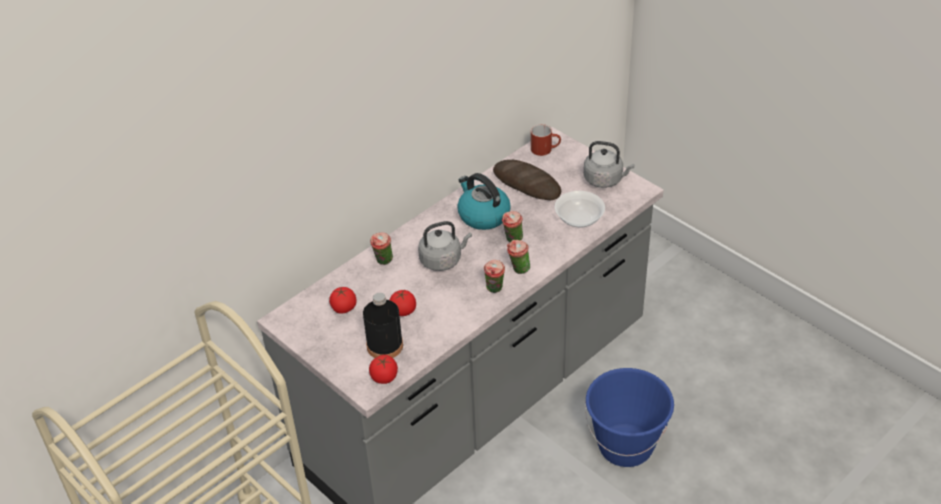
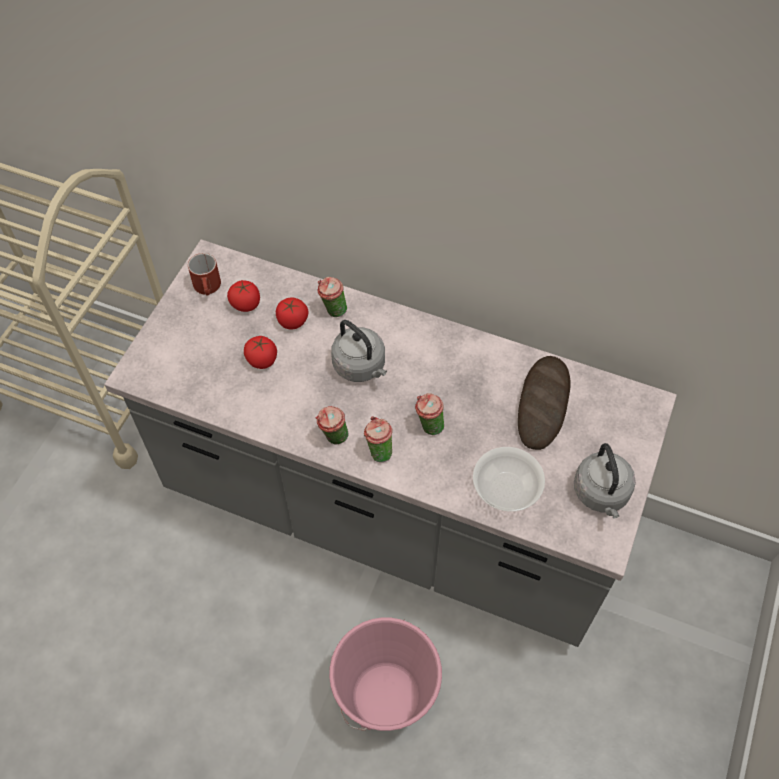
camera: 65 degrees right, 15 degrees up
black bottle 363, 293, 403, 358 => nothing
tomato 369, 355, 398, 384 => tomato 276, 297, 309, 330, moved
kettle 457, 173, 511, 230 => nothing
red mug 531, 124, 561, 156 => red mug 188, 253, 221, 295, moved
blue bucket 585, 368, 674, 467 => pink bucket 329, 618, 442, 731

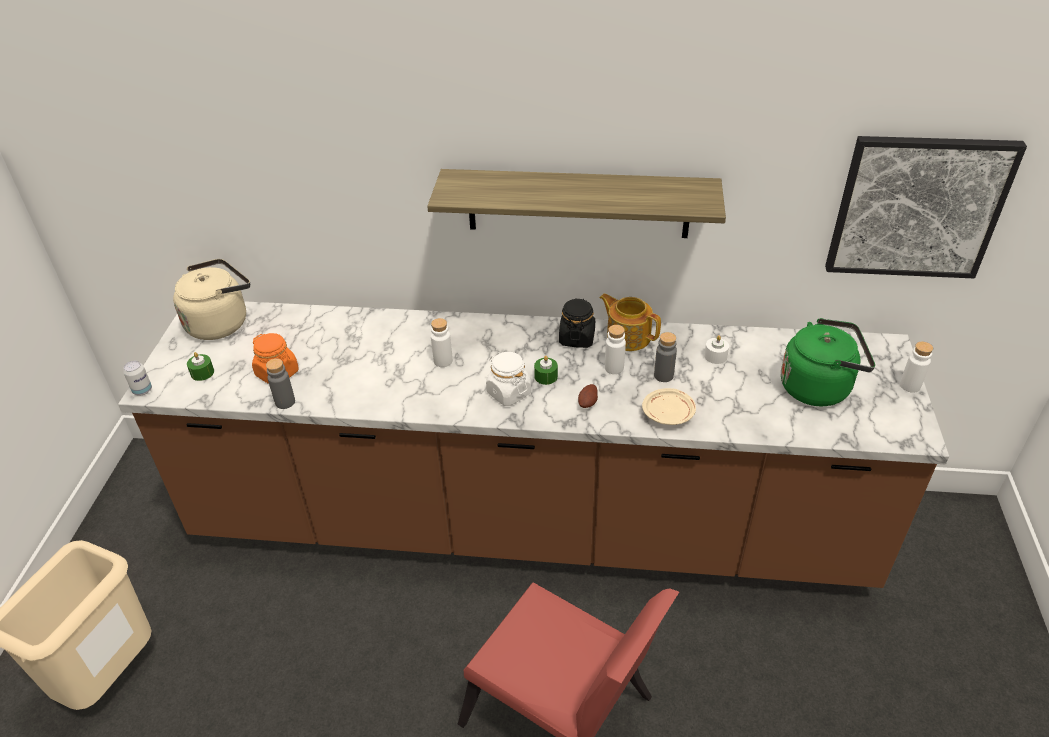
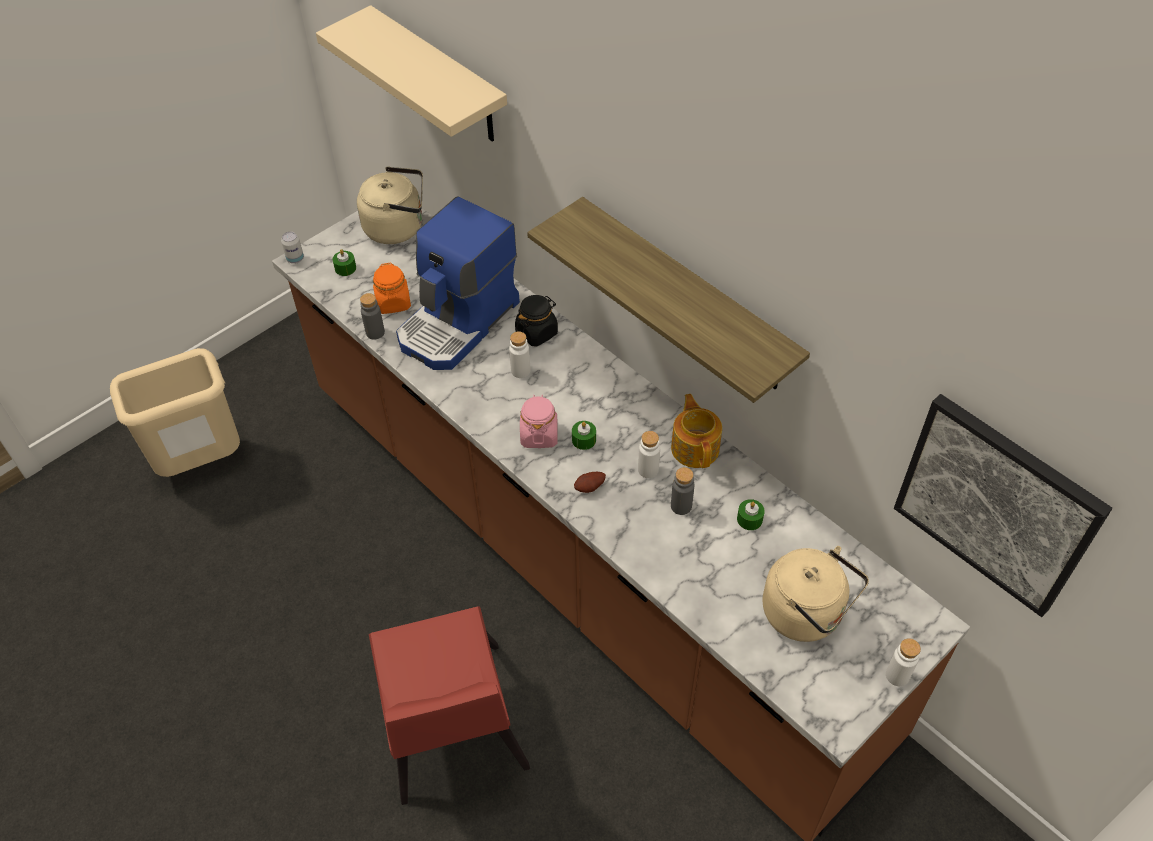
camera: 40 degrees right, 10 degrees up
white jar 486, 352, 531, 406 => pink jar 520, 395, 557, 448
black jar 559, 298, 595, 348 => black jar 515, 295, 558, 346, moved
beige plate 642, 388, 696, 425 => nothing
white candle 704, 335, 729, 364 => green candle 737, 499, 765, 530
green kettle 781, 318, 875, 406 => beige kettle 763, 546, 869, 642
nothing => beige shelf 316, 5, 507, 142
nothing => coffee machine 396, 196, 520, 370

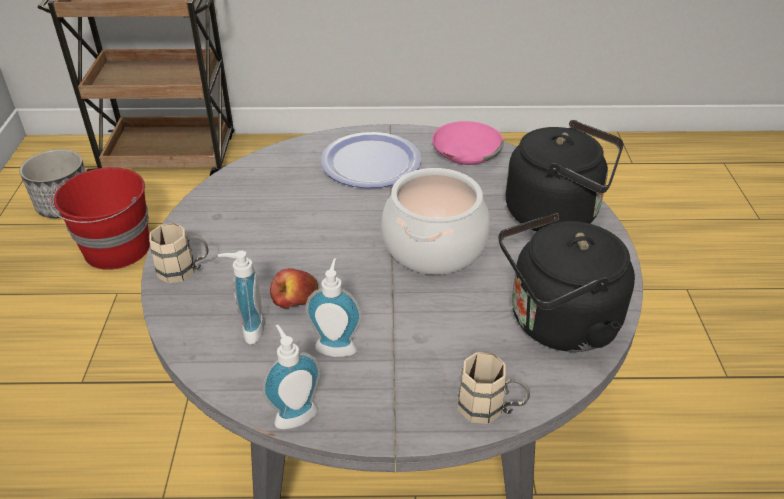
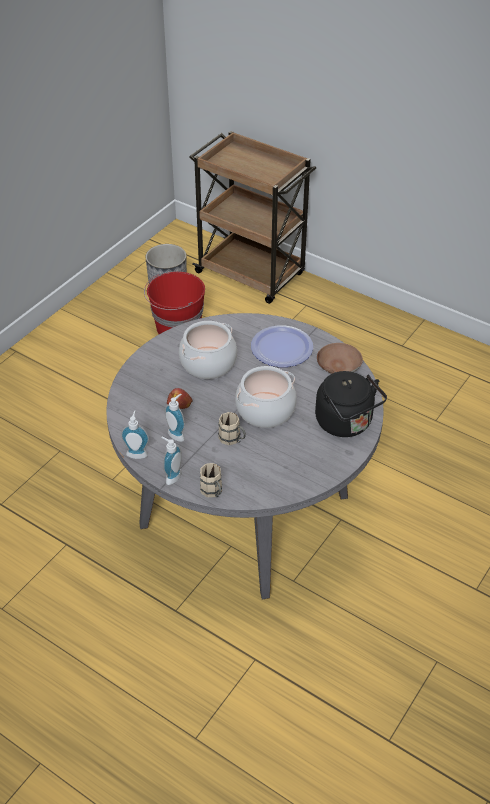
camera: 35 degrees right, 5 degrees up
beige mug 149, 223, 208, 283 => beige mug 218, 412, 246, 445, moved
soap dispenser 218, 251, 264, 344 => soap dispenser 161, 437, 182, 485, moved
pink bowl 432, 121, 504, 165 => brown bowl 317, 343, 363, 374
black kettle 499, 213, 635, 352 => nothing
nothing => cooking pot 179, 321, 237, 379

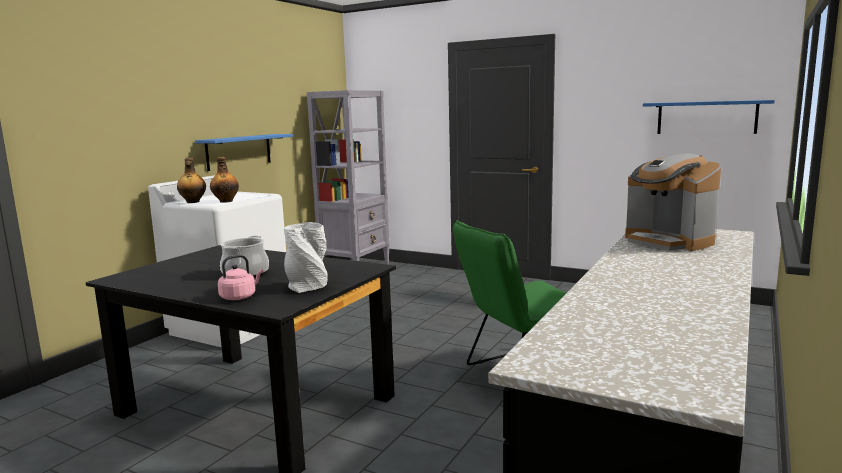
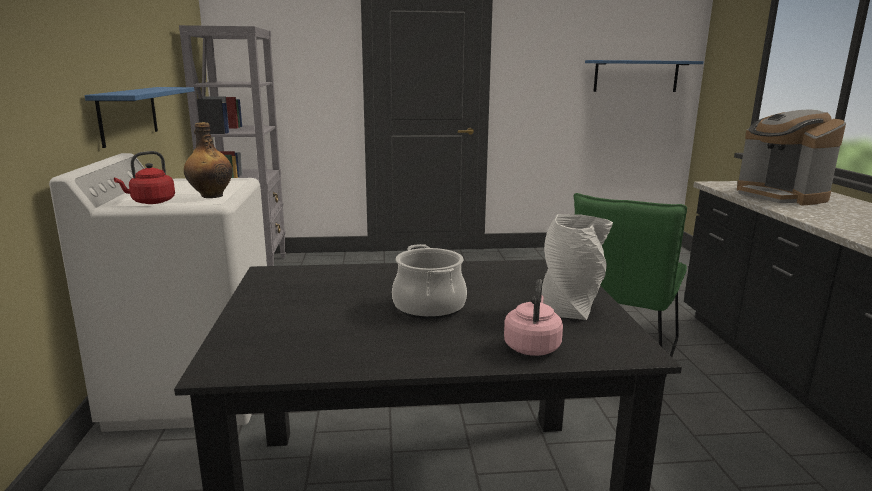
camera: 35 degrees left, 5 degrees up
bottle 177, 158, 206, 203 => red kettle 114, 151, 175, 204
coffee machine 625, 153, 721, 251 => coffee machine 737, 110, 846, 205, 45 degrees clockwise

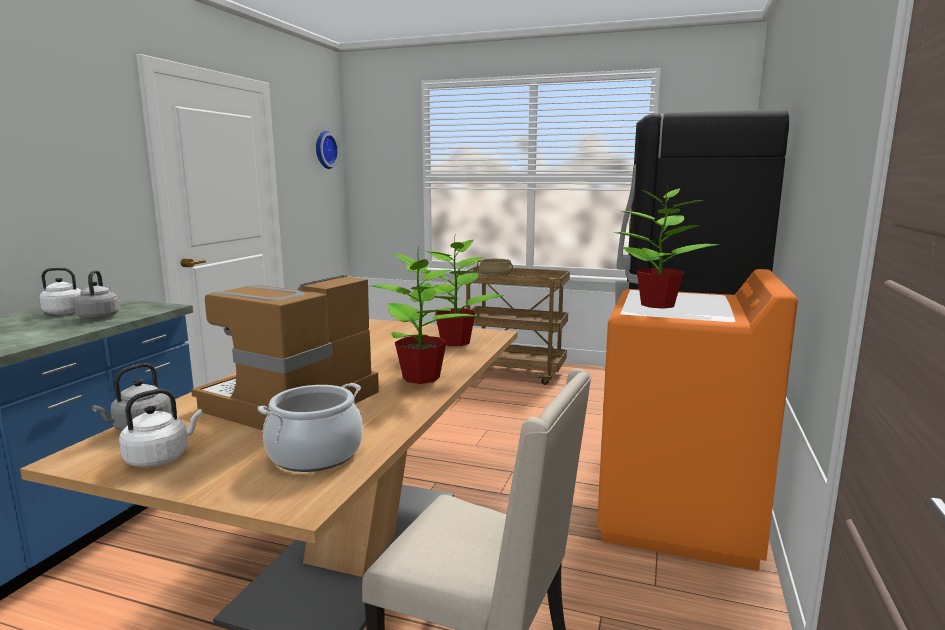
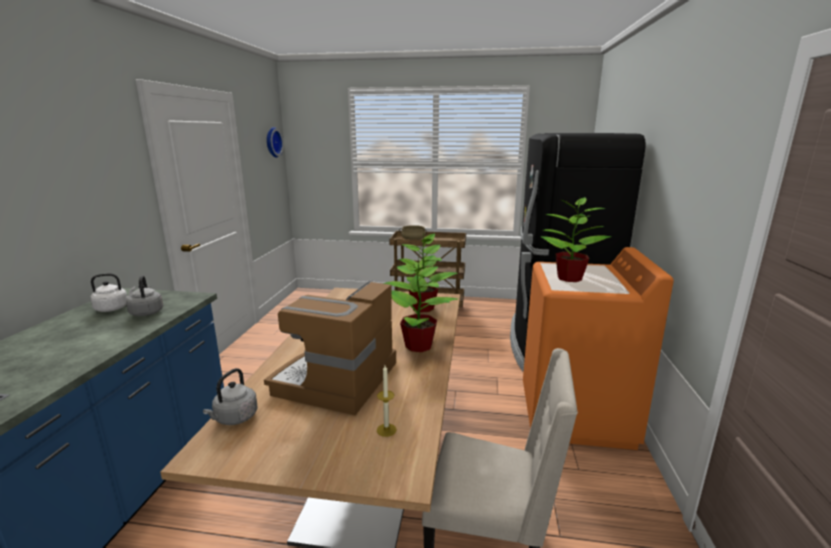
camera: 10 degrees left, 5 degrees up
white kettle 119, 389, 202, 467 => nothing
cooking pot 258, 383, 363, 472 => candle 377, 366, 397, 437

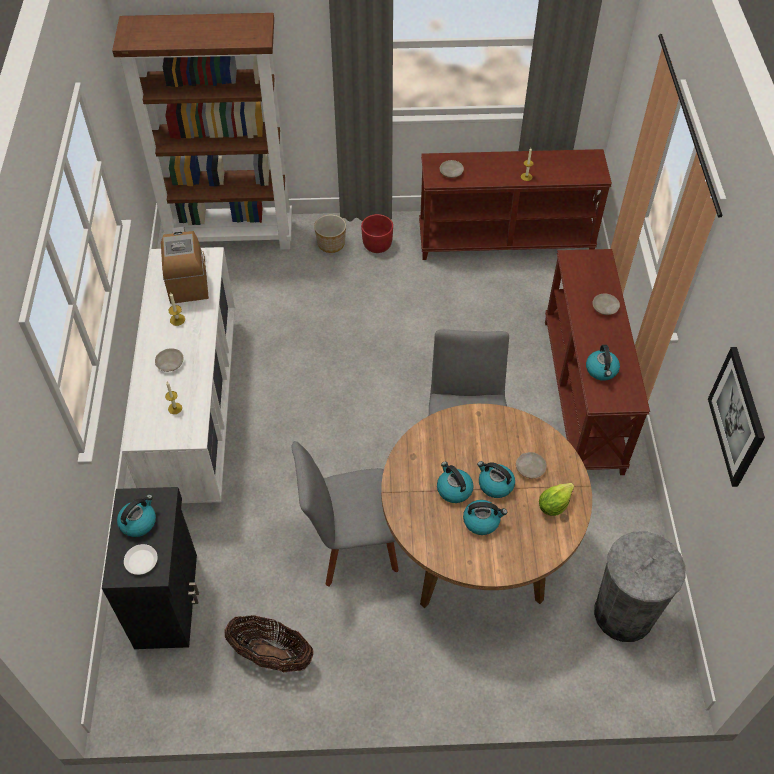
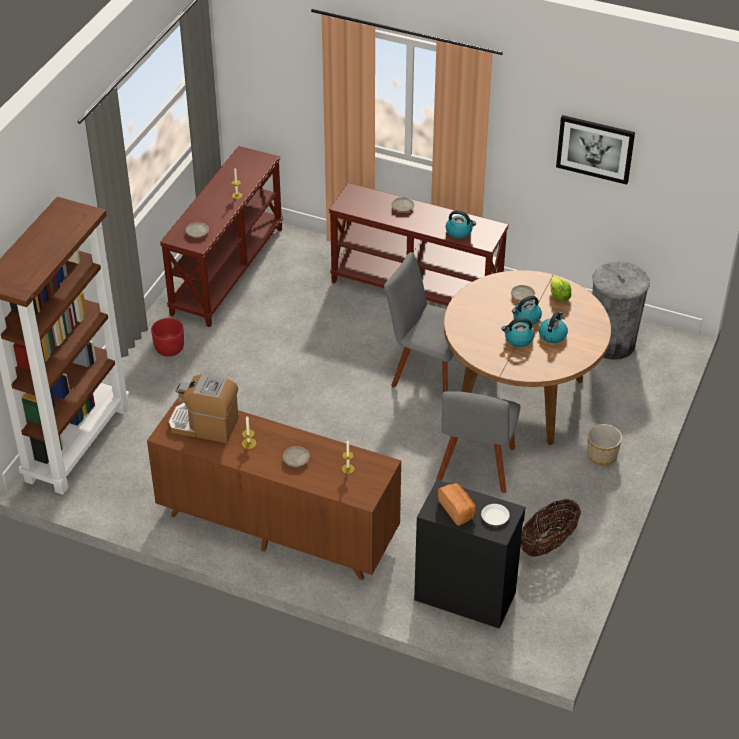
camera: 65 degrees left, 10 degrees down
kettle 117, 494, 156, 537 => bread 438, 483, 476, 526
white dresser 122, 247, 235, 503 => brown dresser 147, 397, 401, 580
planter 314, 215, 346, 253 => planter 588, 424, 622, 465, moved

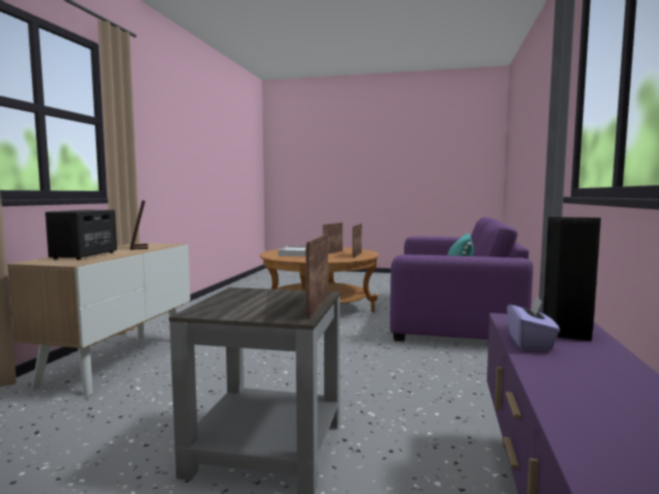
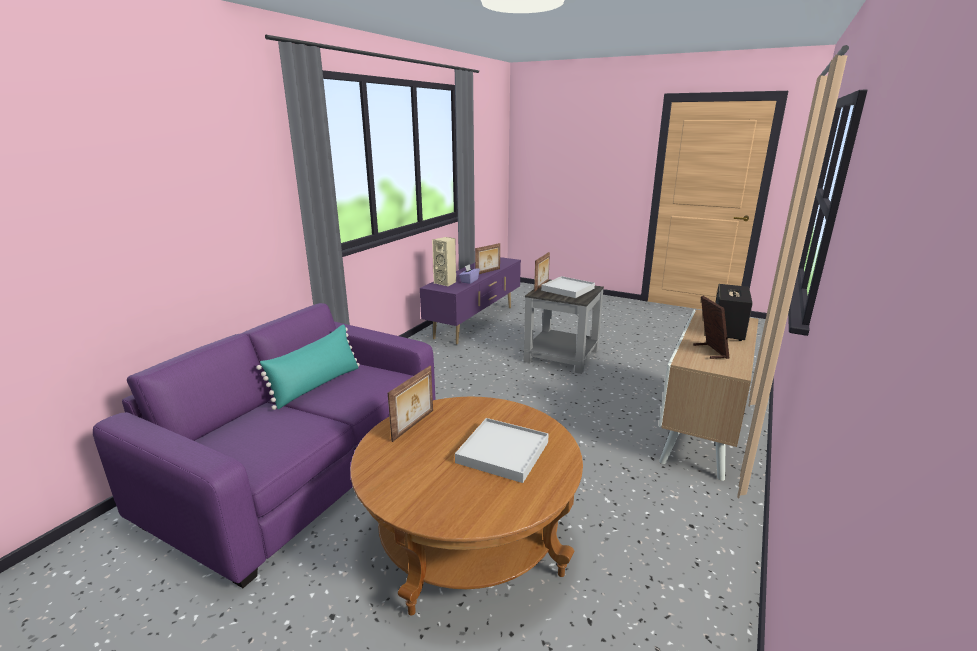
camera: 165 degrees left, 15 degrees up
picture frame 323, 223, 343, 254 => picture frame 475, 243, 500, 274, moved
black speaker 543, 217, 601, 341 => beige speaker 432, 237, 456, 287
nothing => white tray 541, 276, 595, 298

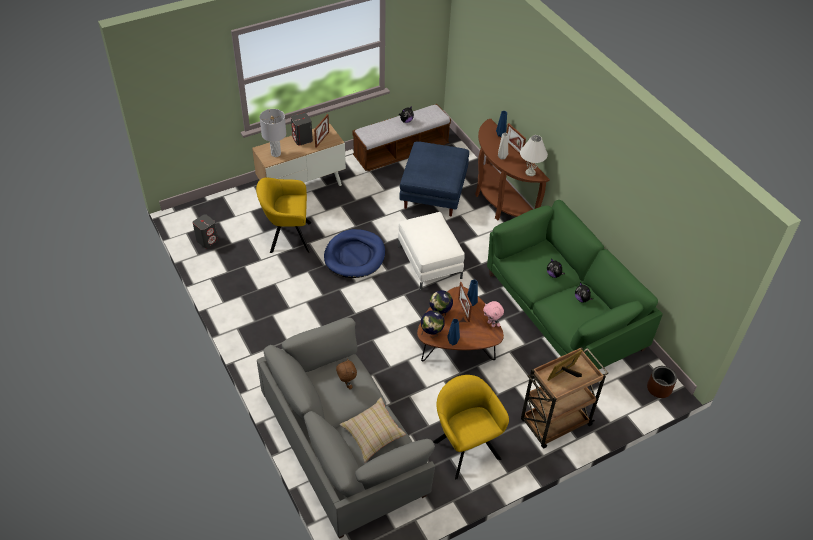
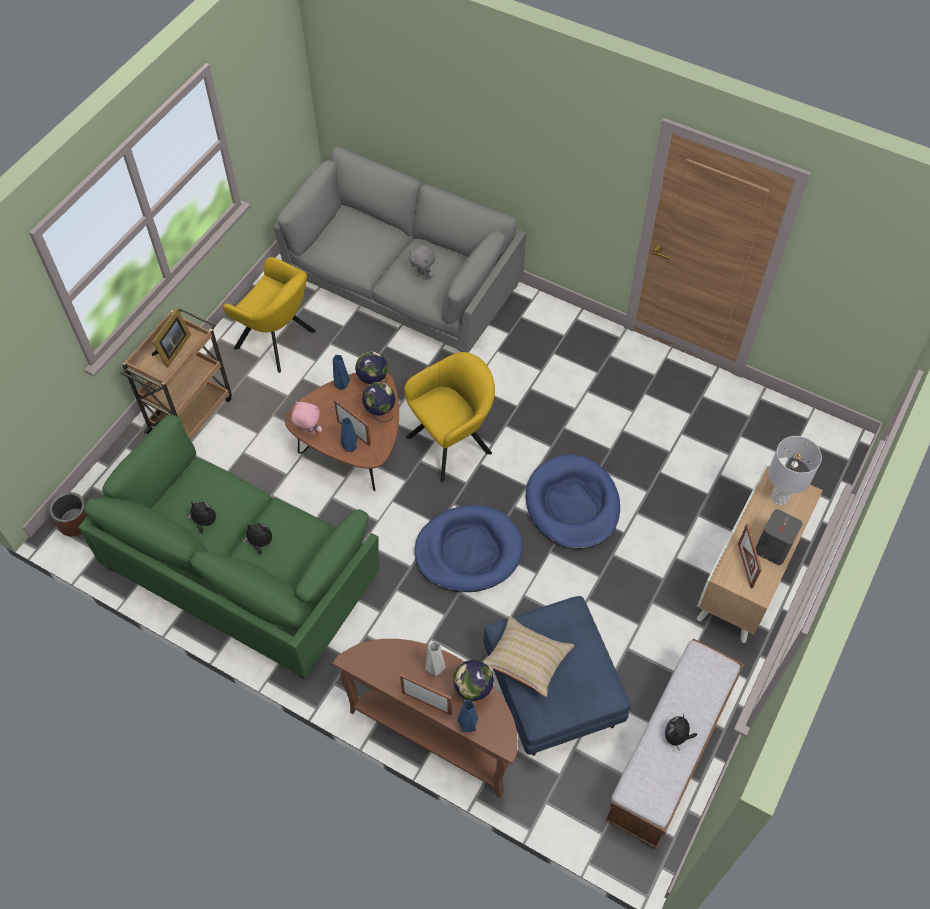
camera: 150 degrees right, 10 degrees up
grey speaker 193, 214, 218, 248 => nothing
yellow armchair 256, 178, 311, 253 => yellow armchair 404, 352, 495, 482, moved
brown plush toy 336, 358, 357, 389 => grey plush toy 408, 245, 435, 280
beige pillow 340, 397, 406, 462 => beige pillow 482, 616, 574, 697, moved
white ottoman 398, 212, 465, 290 => blue dog bed 414, 505, 523, 592
white table lamp 520, 135, 548, 176 => nothing
nothing => globe 453, 659, 494, 701

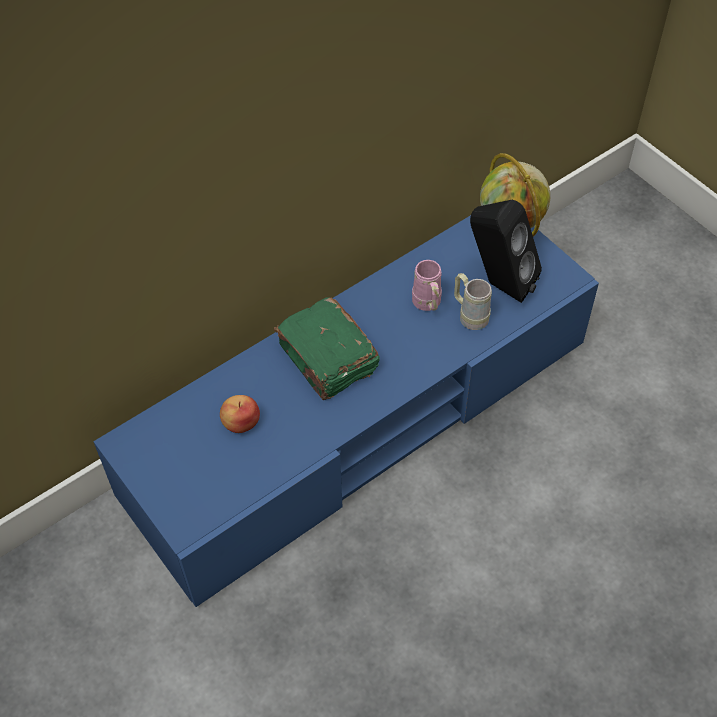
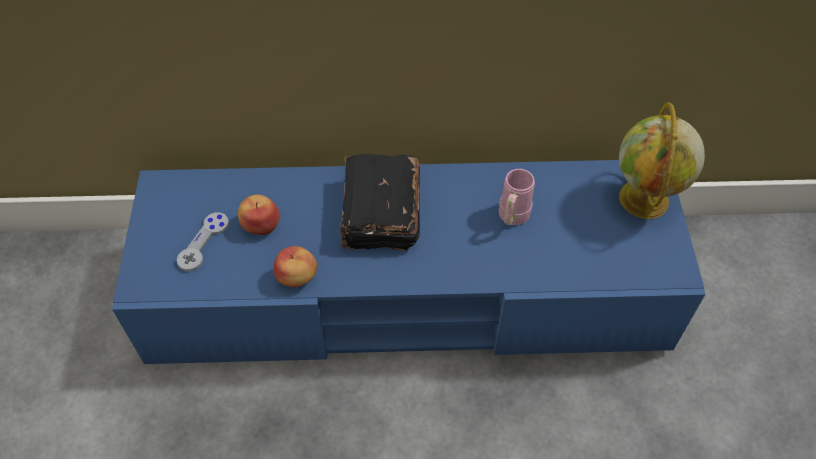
camera: 35 degrees right, 0 degrees up
green book 274, 297, 380, 400 => black book 340, 154, 420, 251
beige mug 454, 273, 492, 330 => nothing
black speaker 470, 200, 542, 303 => nothing
nothing => grey game controller 177, 212, 229, 271
nothing => apple 273, 246, 317, 287

